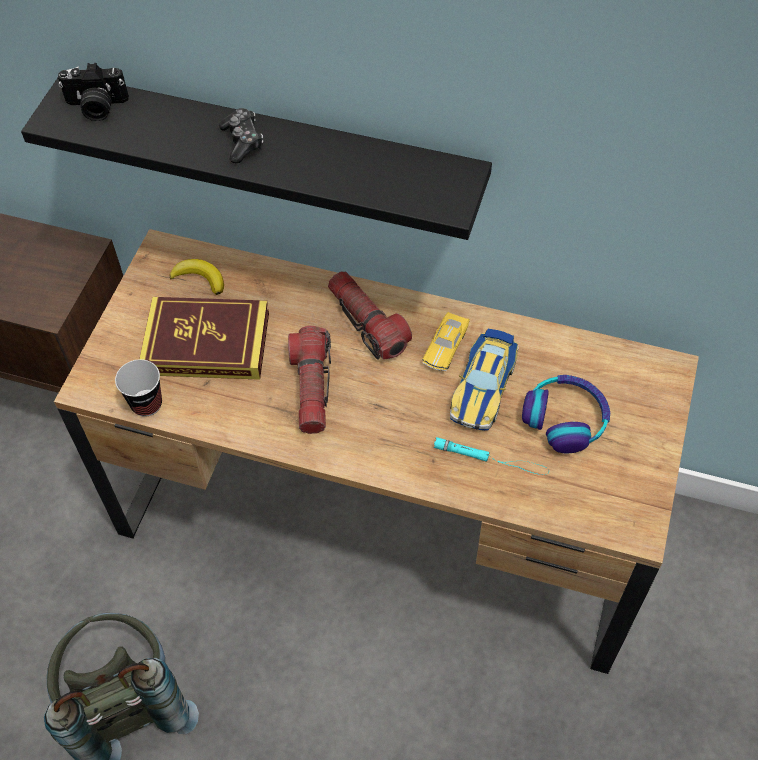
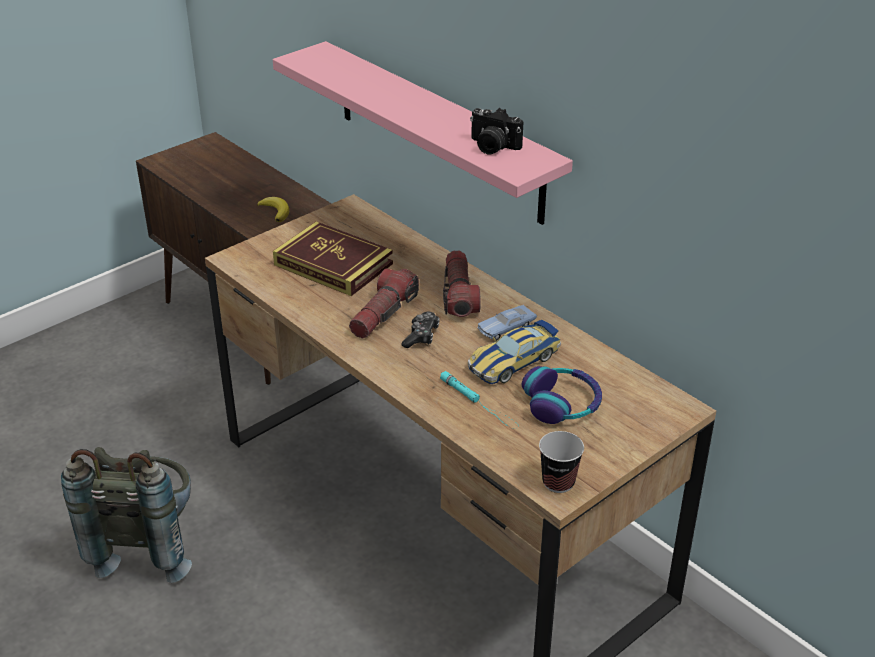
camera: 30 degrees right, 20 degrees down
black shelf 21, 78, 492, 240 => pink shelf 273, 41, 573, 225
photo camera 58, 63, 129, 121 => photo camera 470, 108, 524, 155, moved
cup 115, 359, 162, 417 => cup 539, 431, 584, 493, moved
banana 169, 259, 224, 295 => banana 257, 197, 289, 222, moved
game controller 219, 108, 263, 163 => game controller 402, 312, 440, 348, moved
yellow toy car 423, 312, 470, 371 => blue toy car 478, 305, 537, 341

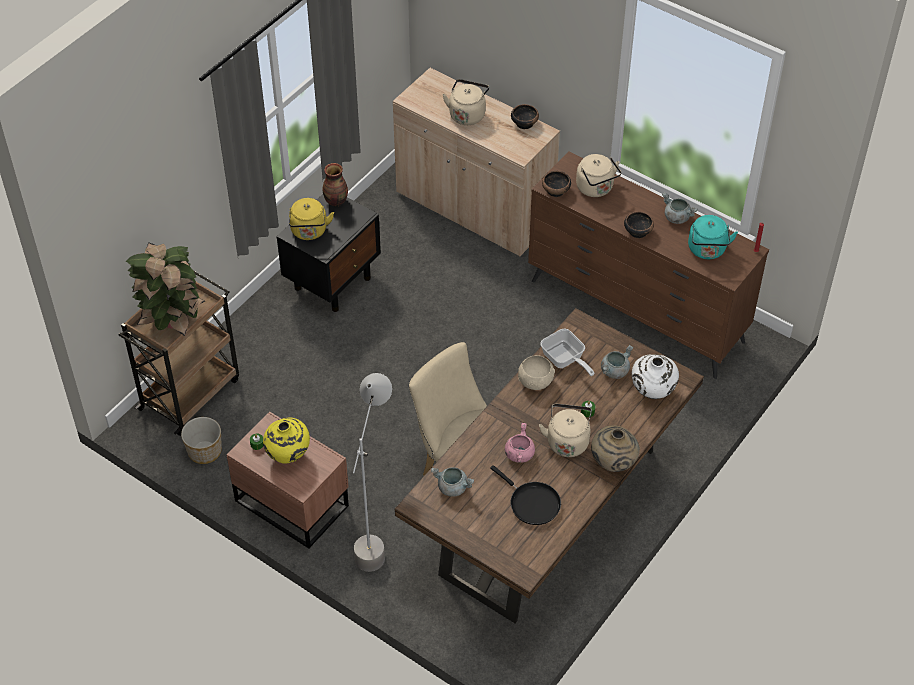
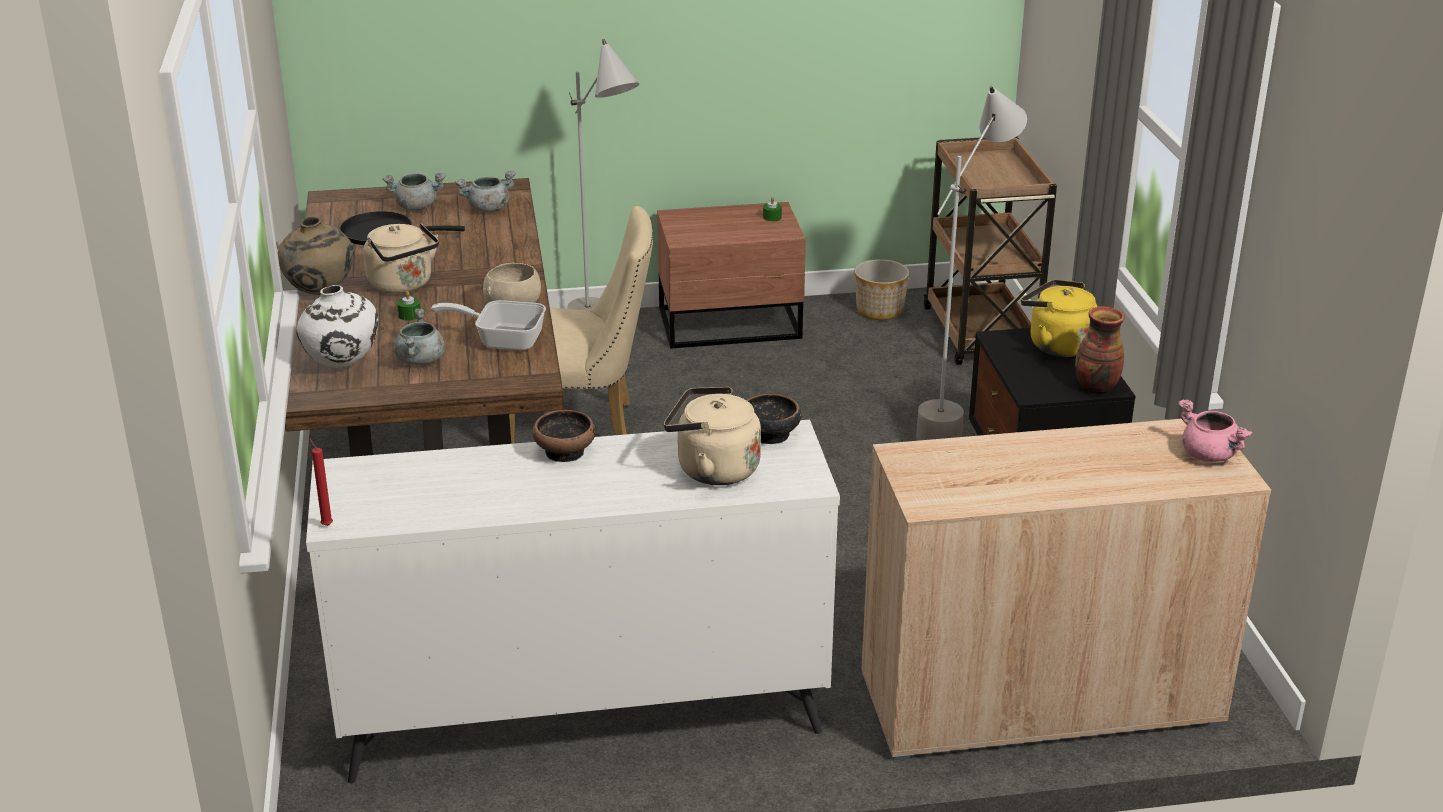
camera: 135 degrees right, 20 degrees down
potted plant 126, 242, 205, 336 => nothing
yellow vase 263, 417, 310, 464 => nothing
beige kettle 442, 79, 489, 125 => nothing
pink cooking pot 505, 423, 535, 463 => pink cooking pot 1178, 399, 1253, 462, moved
bowl 511, 104, 539, 129 => nothing
brown dresser 528, 151, 769, 379 => white dresser 306, 420, 840, 783
grey cooking pot 662, 192, 697, 224 => grey cooking pot 383, 173, 446, 210, moved
turquoise kettle 688, 215, 738, 259 => nothing
nothing => grey floor lamp 916, 86, 1027, 441

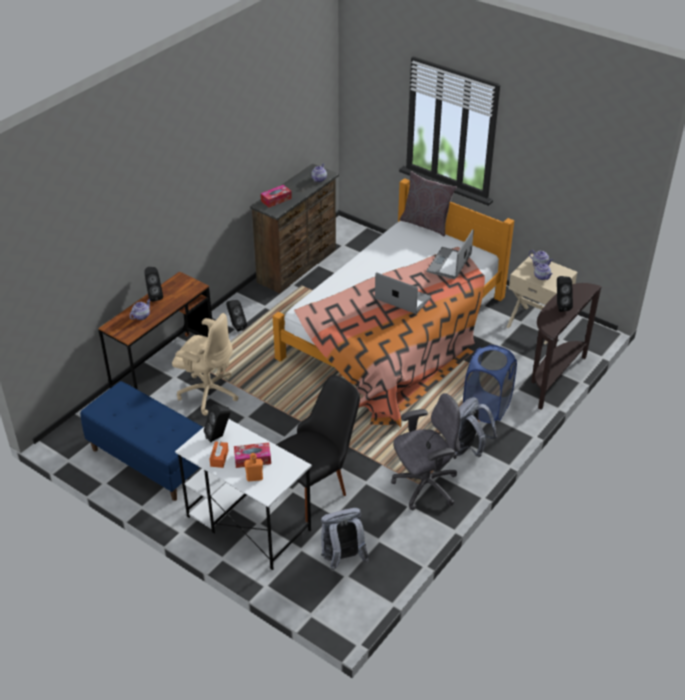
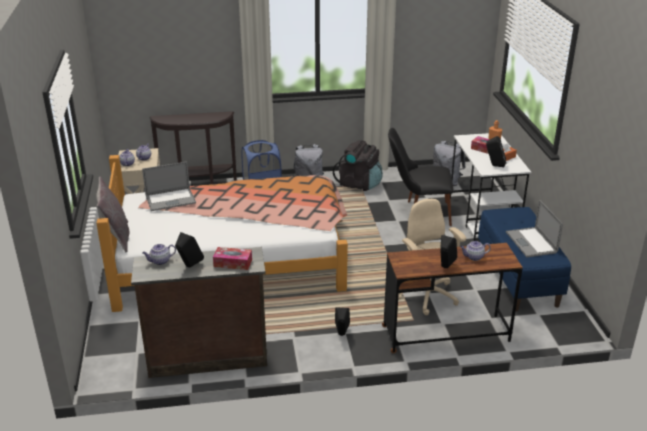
camera: 135 degrees left, 10 degrees down
laptop 375, 272, 431, 314 => laptop 506, 200, 563, 257, moved
grey office chair 391, 393, 460, 510 => black backpack 333, 140, 383, 191
black speaker 557, 276, 573, 312 => black speaker 175, 232, 204, 267, moved

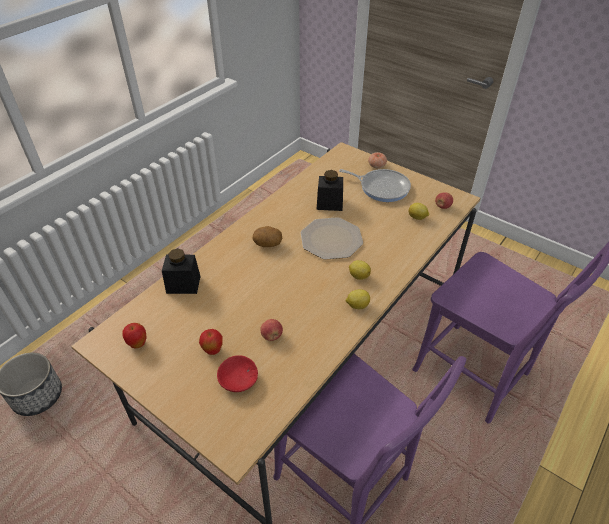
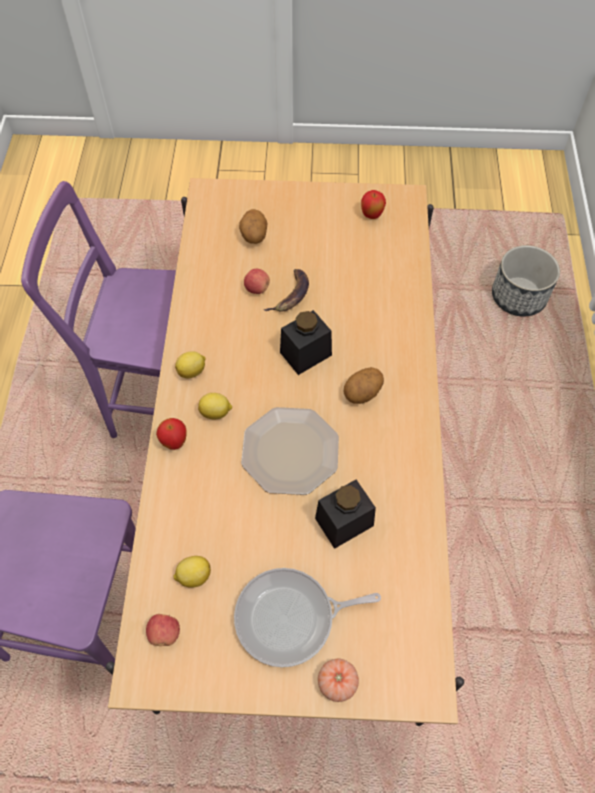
camera: 145 degrees right, 15 degrees up
black jar 162, 248, 201, 294 => black jar 280, 310, 332, 375, moved
apple 199, 329, 223, 355 => apple 156, 418, 187, 450, moved
red bowl 217, 355, 258, 392 => potato 239, 209, 268, 244
nothing => banana 264, 269, 309, 312

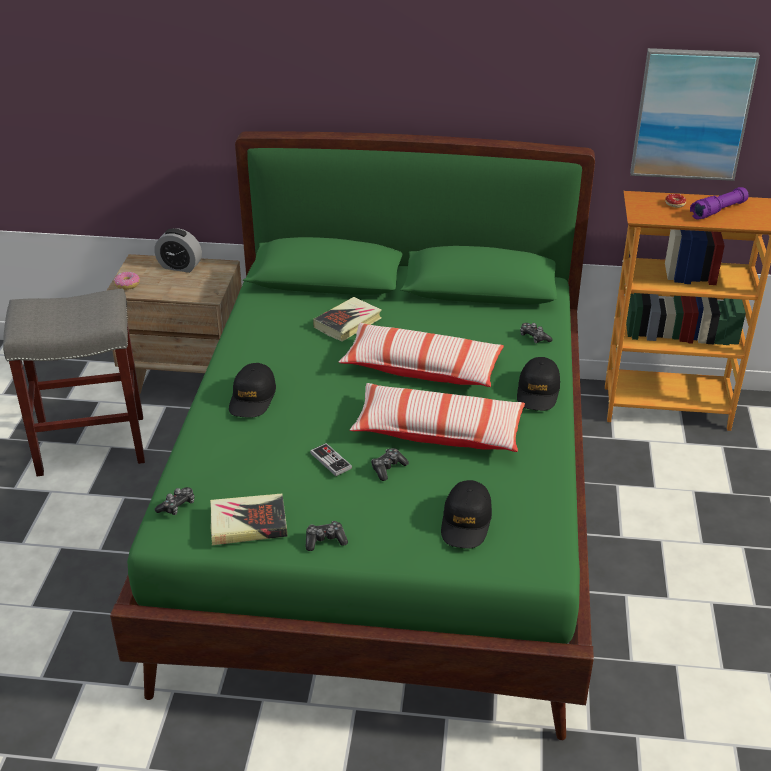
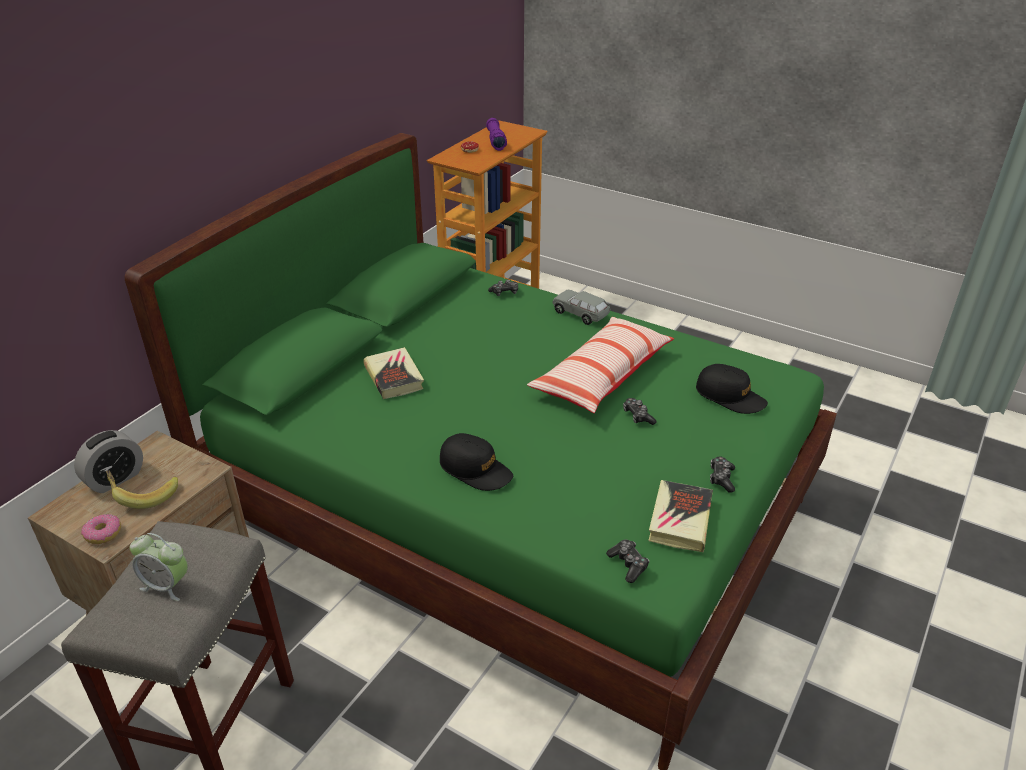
camera: 65 degrees left, 0 degrees up
game controller 310, 443, 352, 476 => nothing
pillow 339, 323, 504, 387 => nothing
black cap 517, 357, 560, 411 => grey toy car 552, 290, 610, 325
picture 630, 48, 760, 181 => nothing
nothing => banana 106, 470, 178, 509
nothing => alarm clock 130, 533, 188, 601

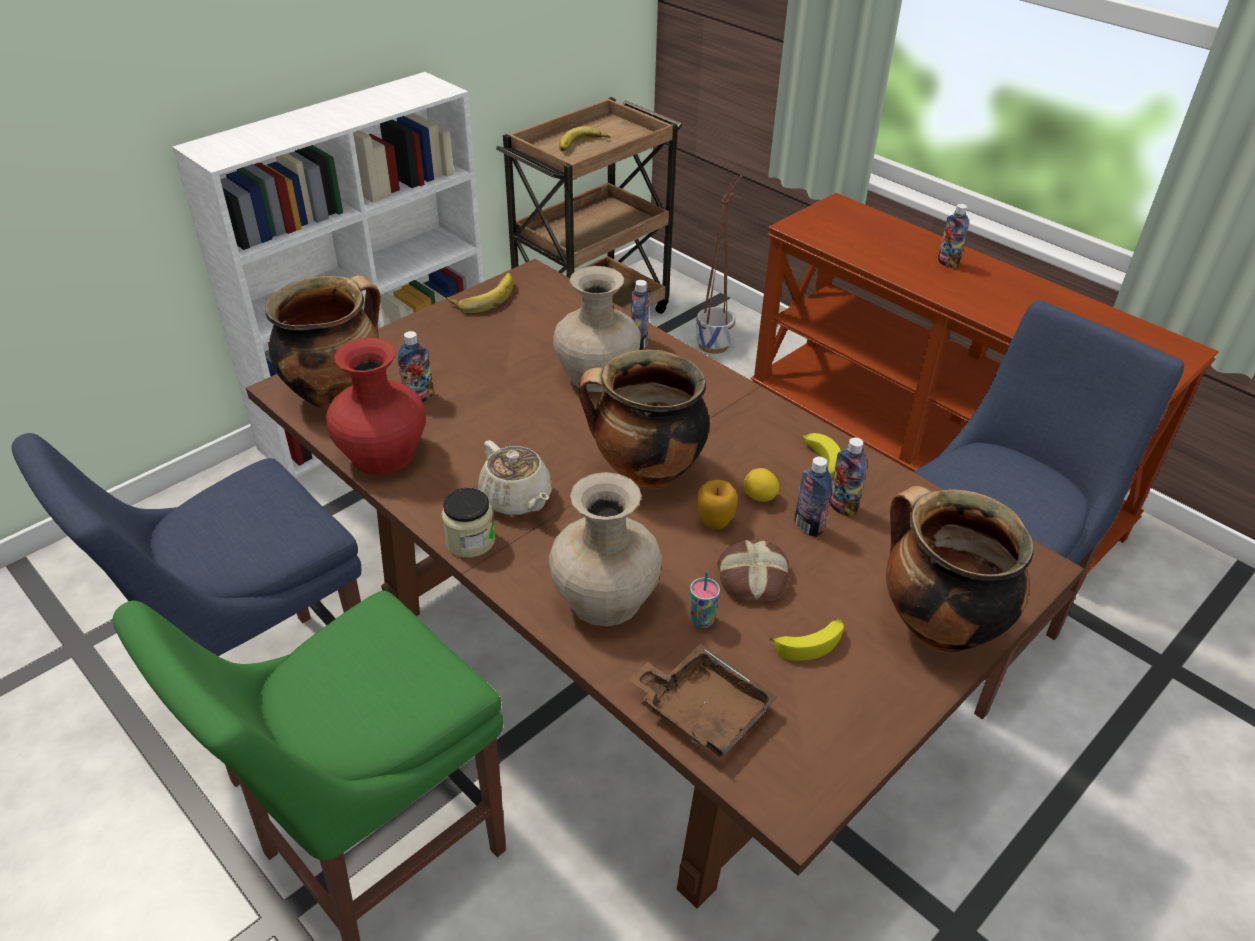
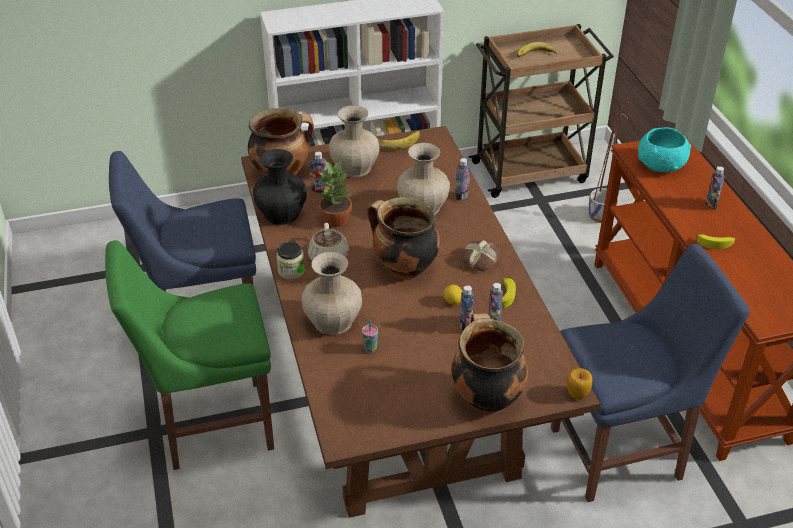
camera: 30 degrees right, 0 degrees up
red vase 326, 338, 426, 475 => black vase 253, 149, 307, 225
brown tray 628, 643, 778, 756 => nothing
apple 697, 480, 737, 530 => apple 567, 368, 593, 400, moved
bread 717, 540, 789, 602 => bread 461, 240, 500, 271, moved
banana 769, 619, 844, 661 => banana 696, 234, 735, 249, moved
nothing => potted plant 319, 161, 352, 227
nothing => beige vase 329, 105, 380, 178
nothing => turquoise bowl 638, 127, 691, 172

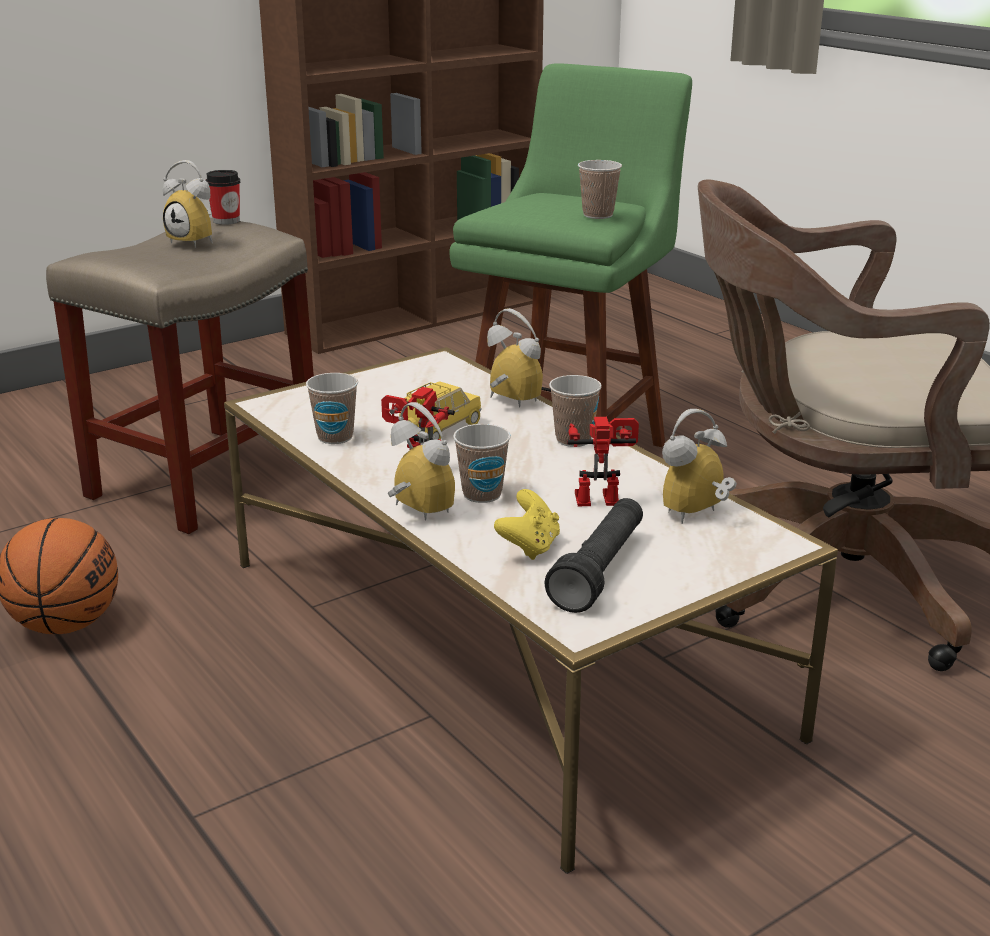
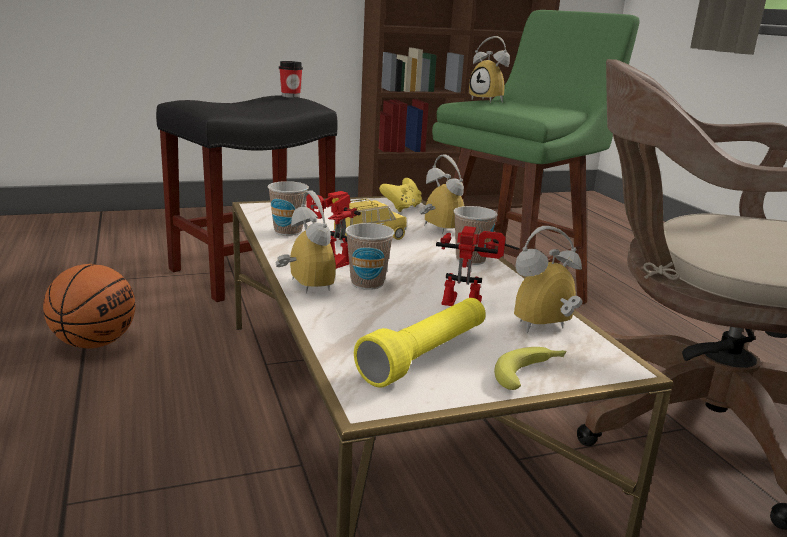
camera: 15 degrees right, 5 degrees down
beige stool 46, 218, 314, 534 => black stool 156, 95, 337, 302
alarm clock 163, 160, 213, 247 => alarm clock 469, 36, 510, 103, moved
yellow game controller 494, 489, 560, 560 => yellow game controller 379, 178, 422, 212, moved
black flashlight 544, 498, 643, 613 => yellow flashlight 354, 298, 486, 388
cup 578, 160, 622, 219 => nothing
nothing => banana 494, 347, 566, 390

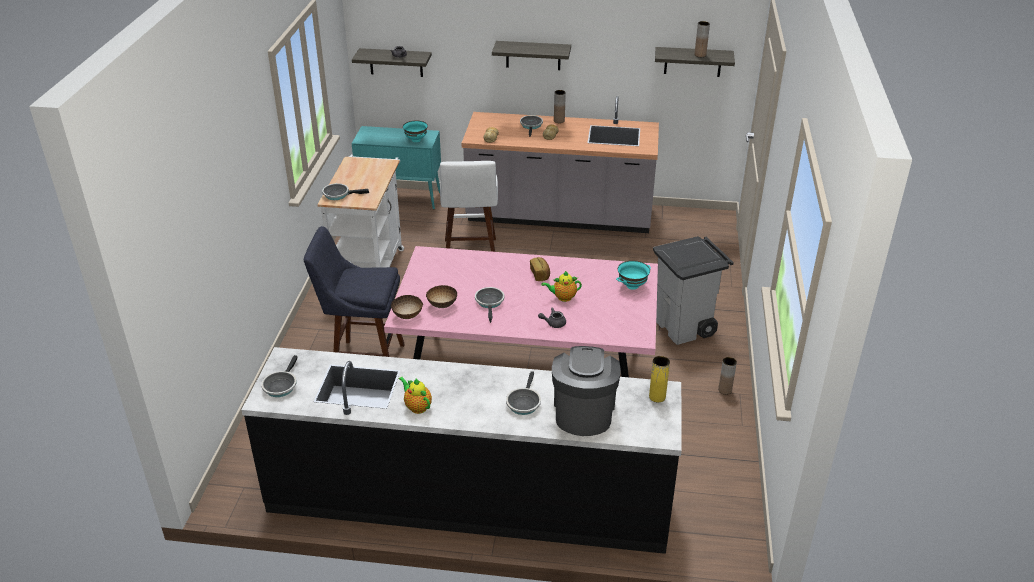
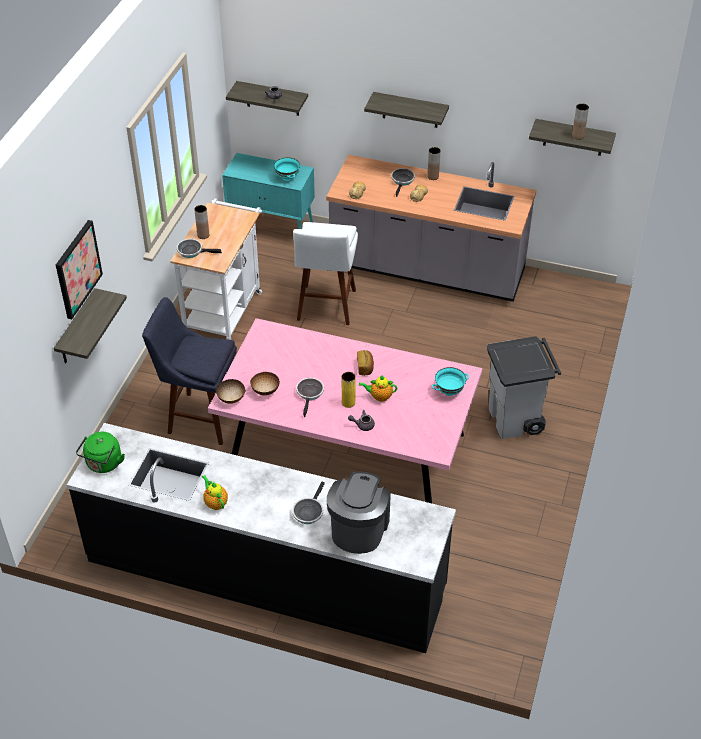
camera: 10 degrees right, 10 degrees up
frying pan 261, 355, 297, 397 => green kettle 76, 432, 125, 473
yellow vase 649, 356, 670, 402 => yellow vase 342, 372, 355, 408, moved
brown vase 718, 357, 737, 395 => brown vase 194, 205, 209, 239, moved
nothing => shelf 54, 288, 127, 364
nothing => picture 56, 220, 103, 319

